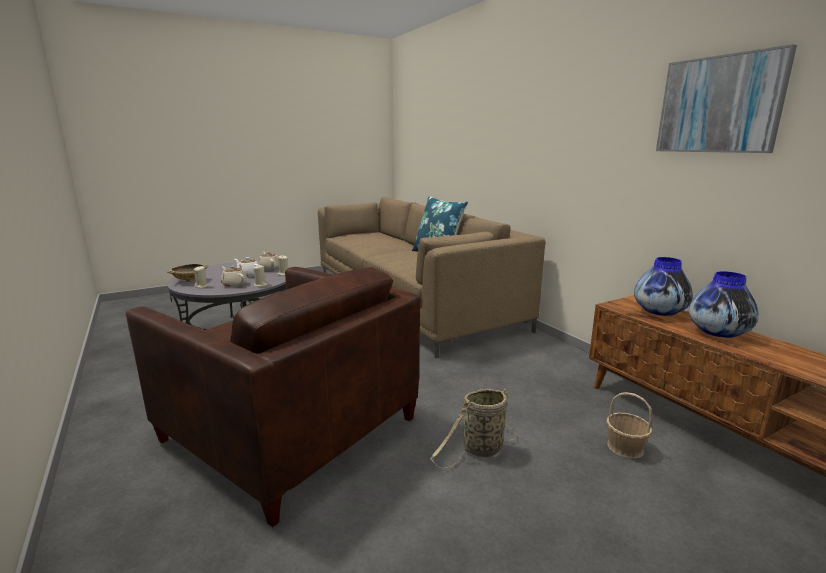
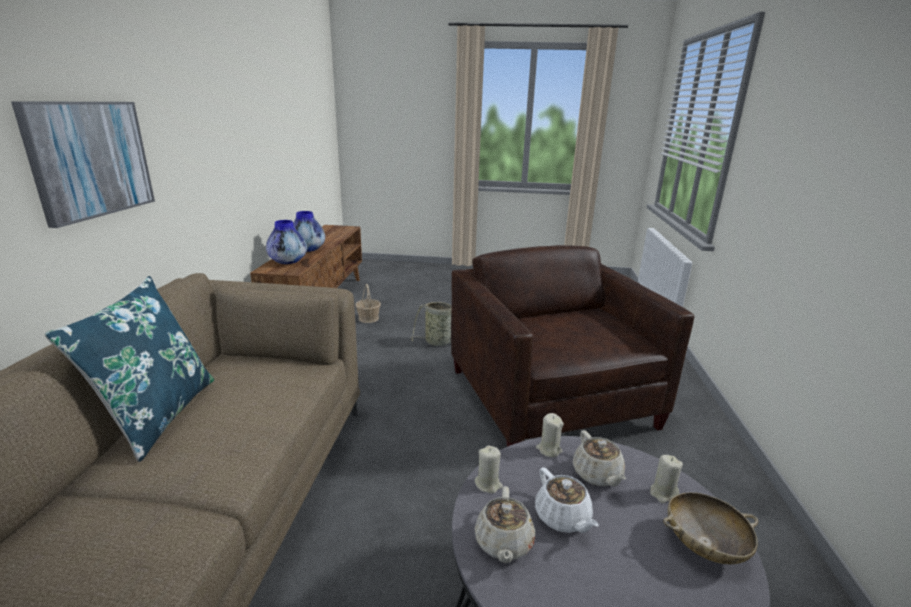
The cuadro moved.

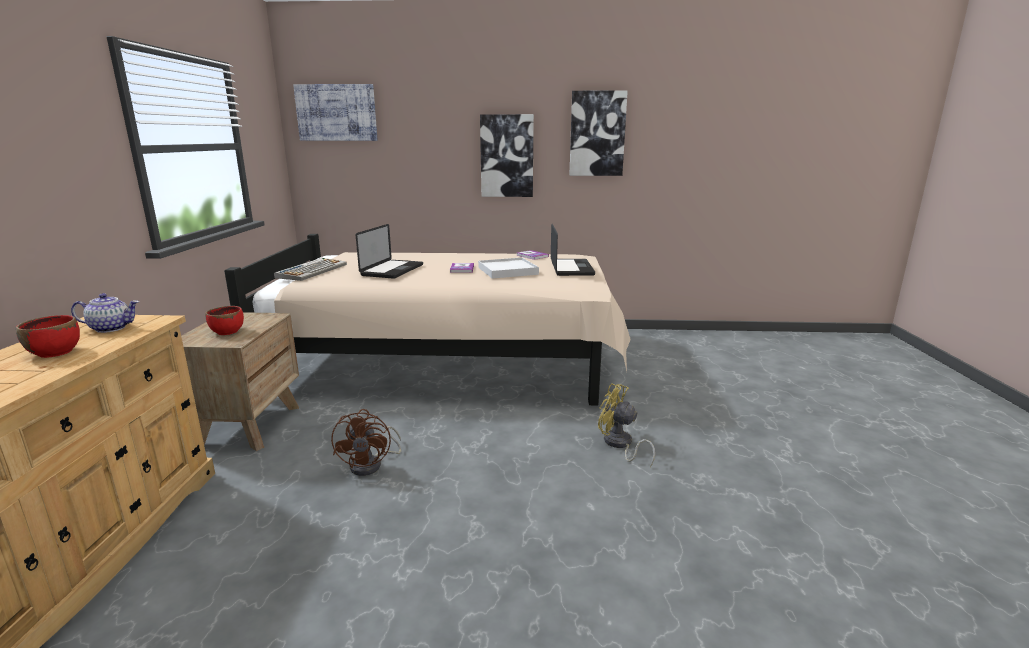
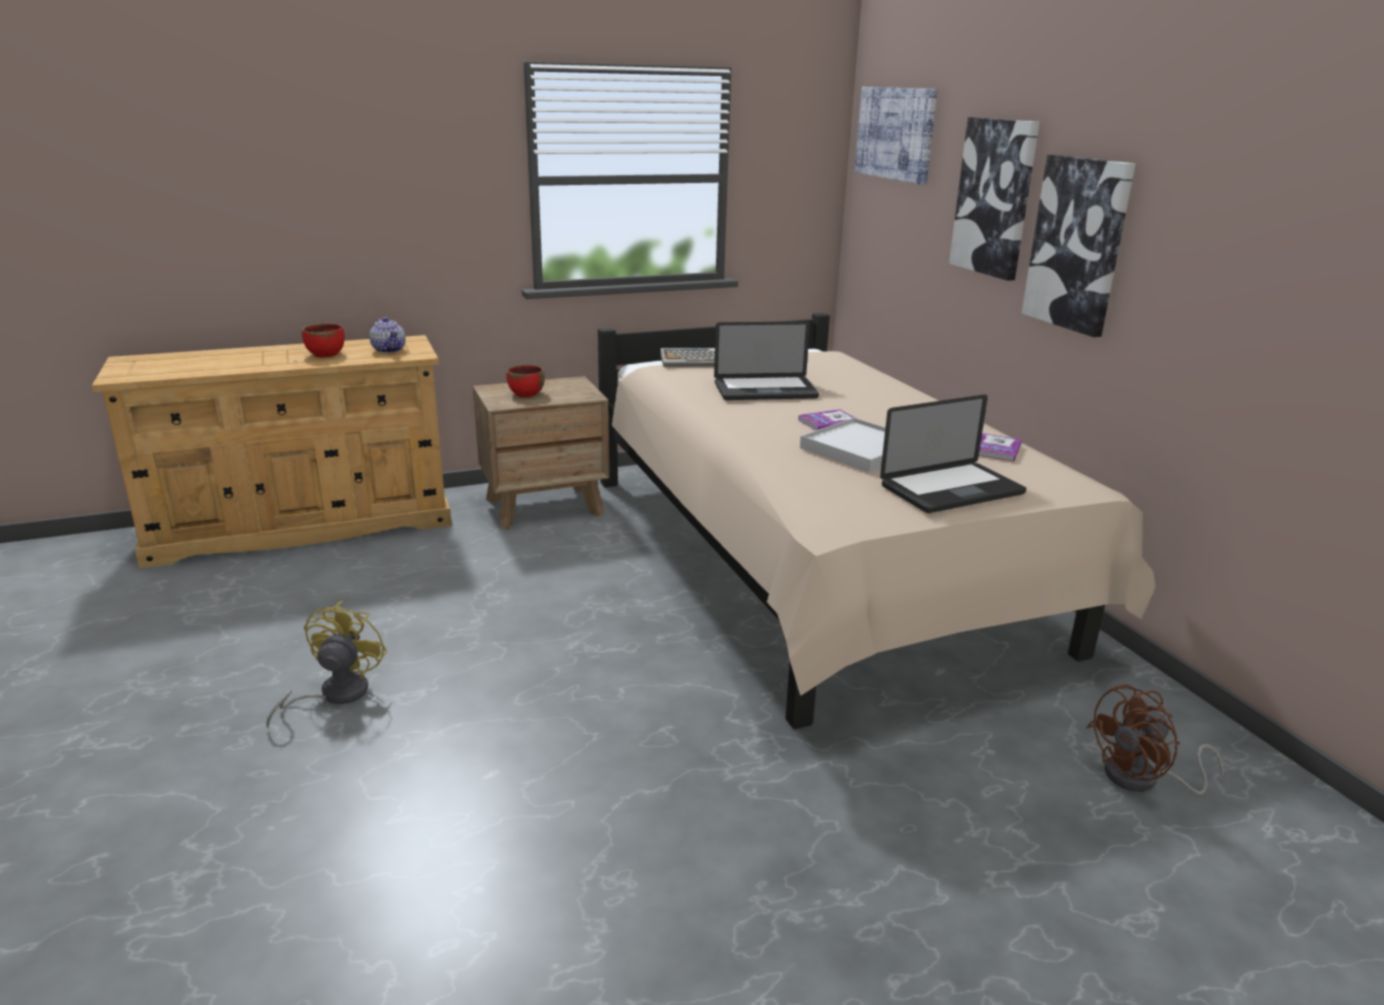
The ventilador [amarillo] moved.
The cuadro (3rd from left in the first image) moved.
The ventilador [marrón] moved.

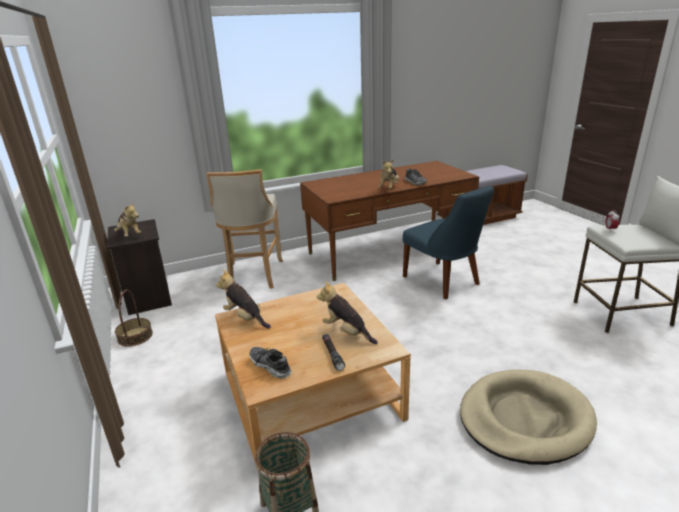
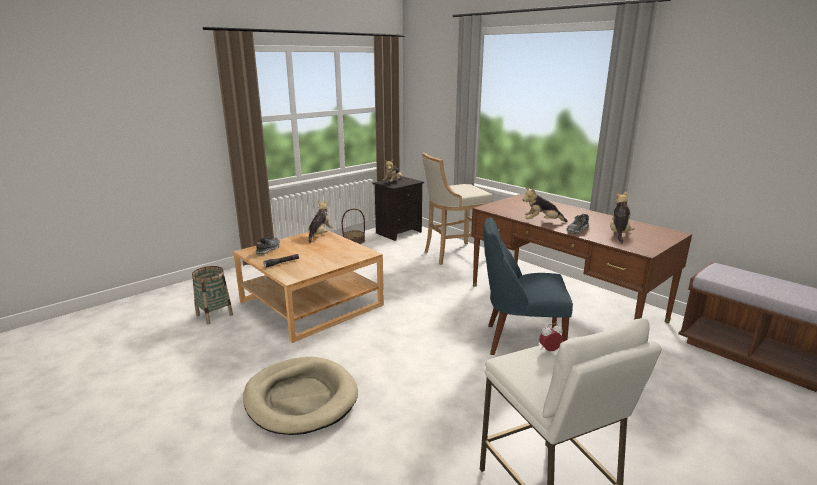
The silla [azul] turned 60 degrees clockwise.
The peluche (3rd from left in the first image) moved.

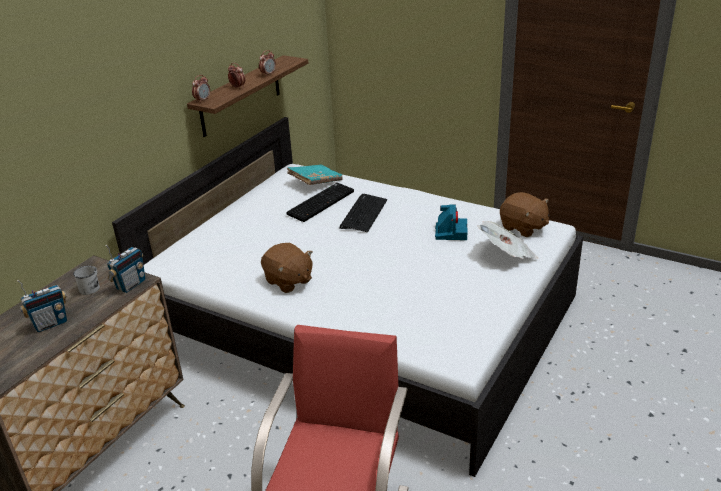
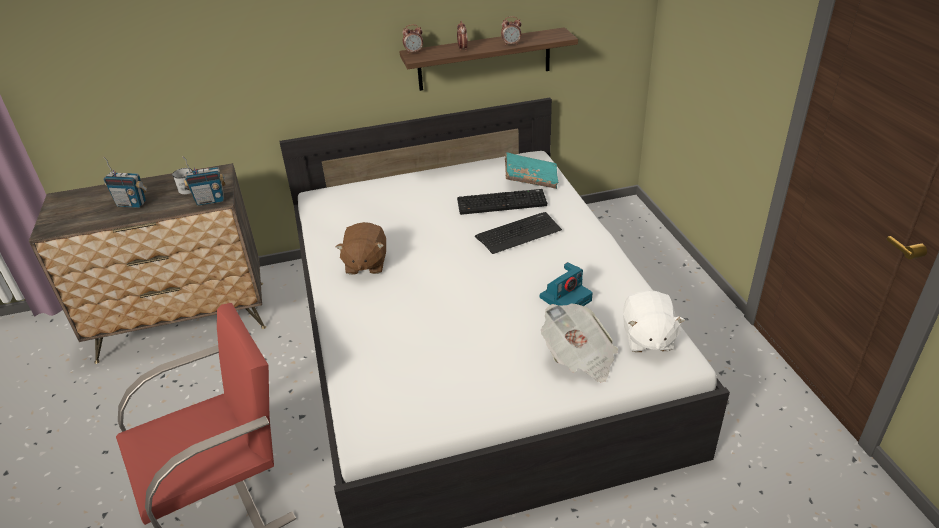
The peluche [marrón] (2nd from left) became the peluche [blanco].

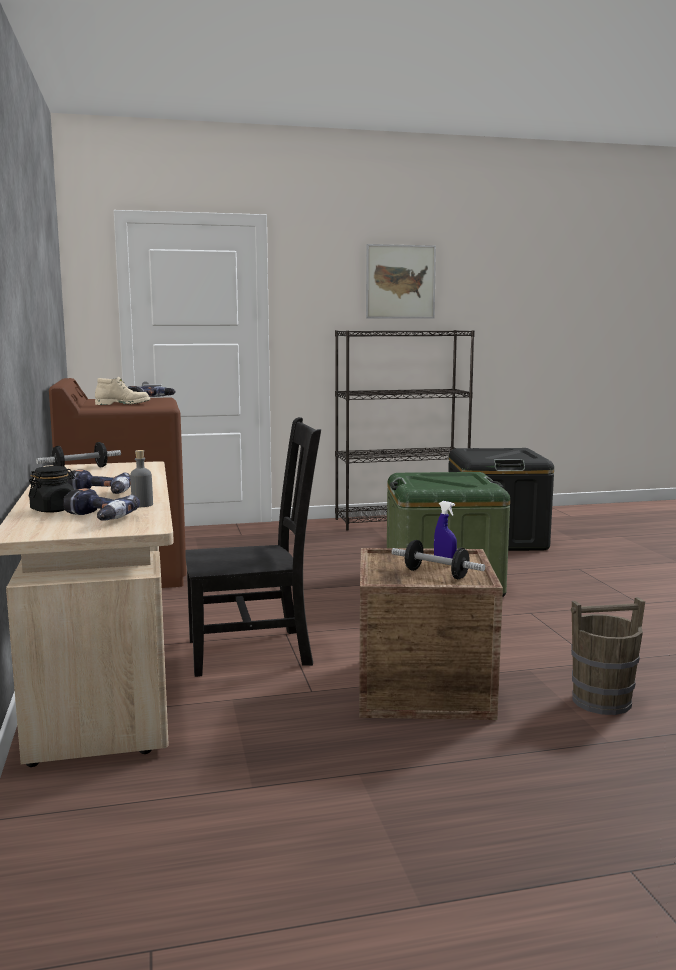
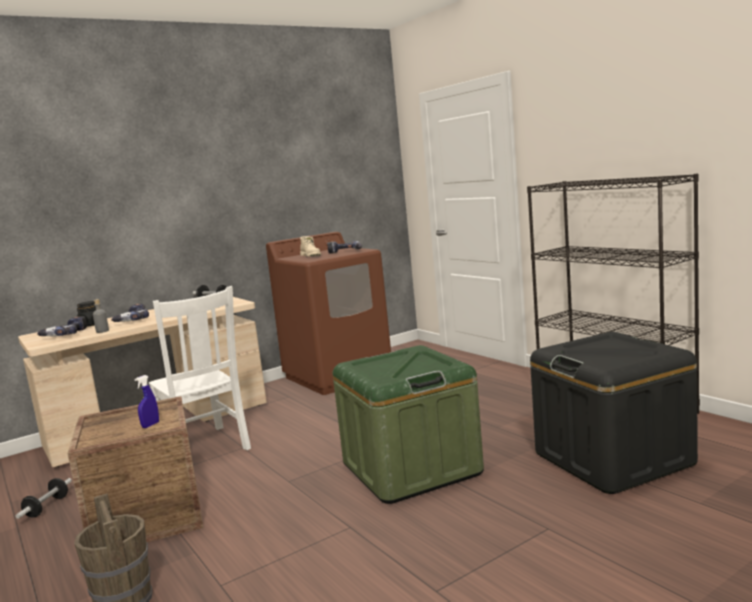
The mancuerna (2nd from left in the first image) moved.
The silla [negro] became the silla [blanco].
The cuadro disappeared.

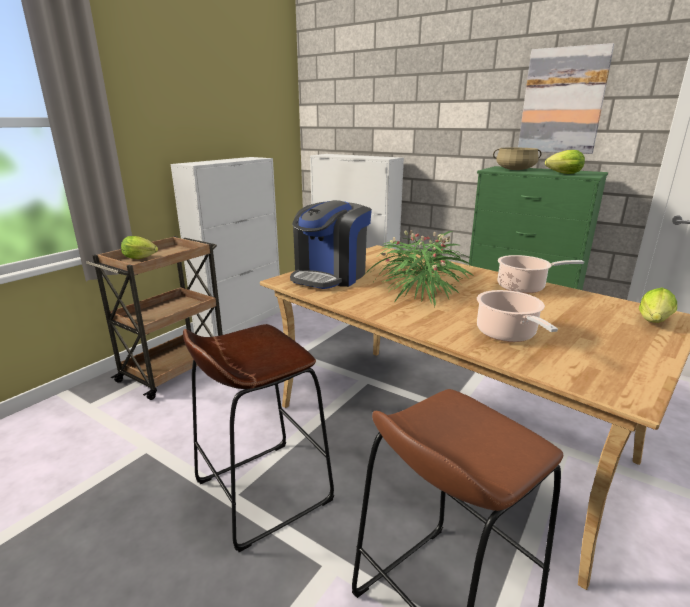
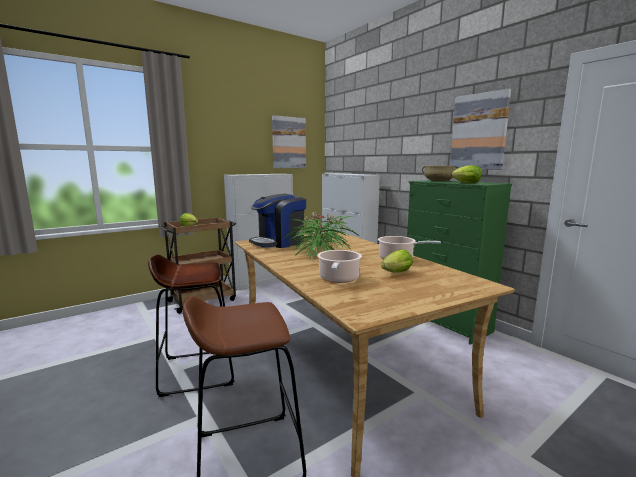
The cuadro (1st from left) appeared.
The lechuga (3rd from left in the first image) moved.

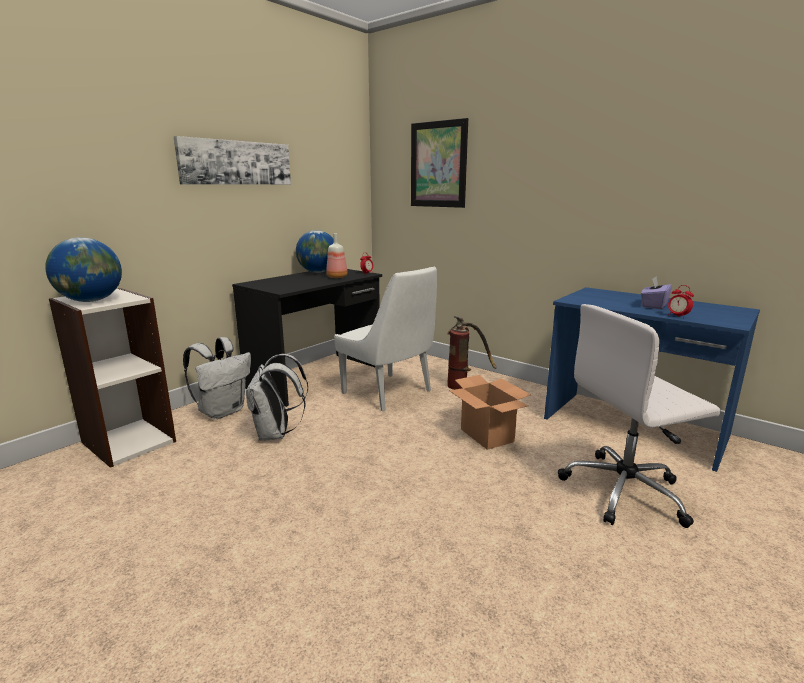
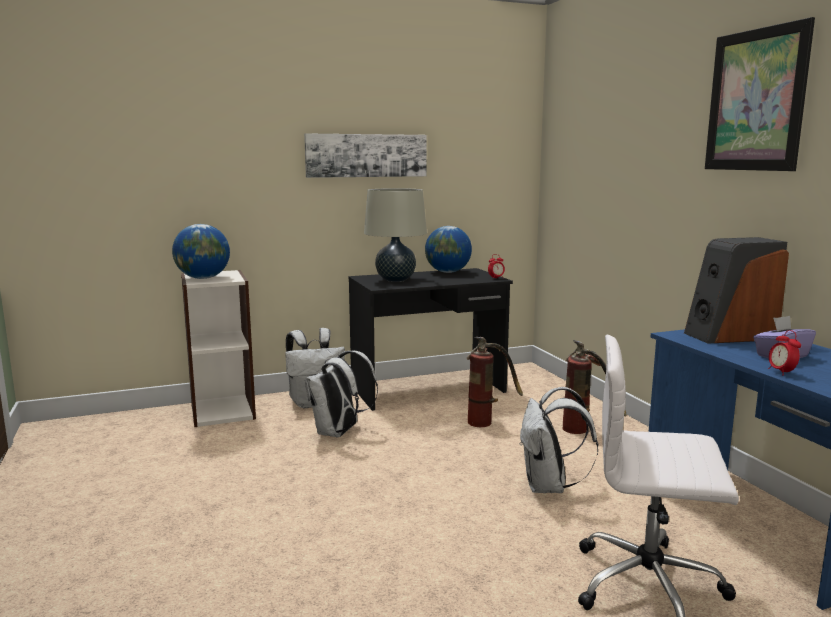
The lámpara de mesa [beis] appeared.
The silla [blanco] was replaced by the extintor (1st from left).
The caja de cartón was replaced by the mochila [blanco] (3rd from left).
The altavoz appeared.
The cuadro (2nd from left) moved.
The botella disappeared.

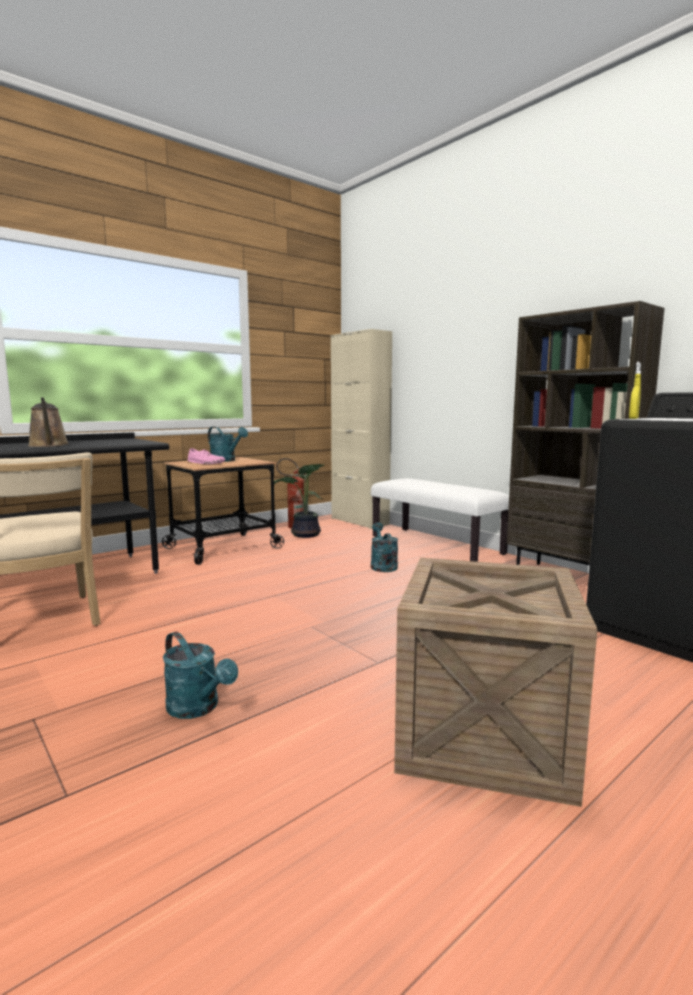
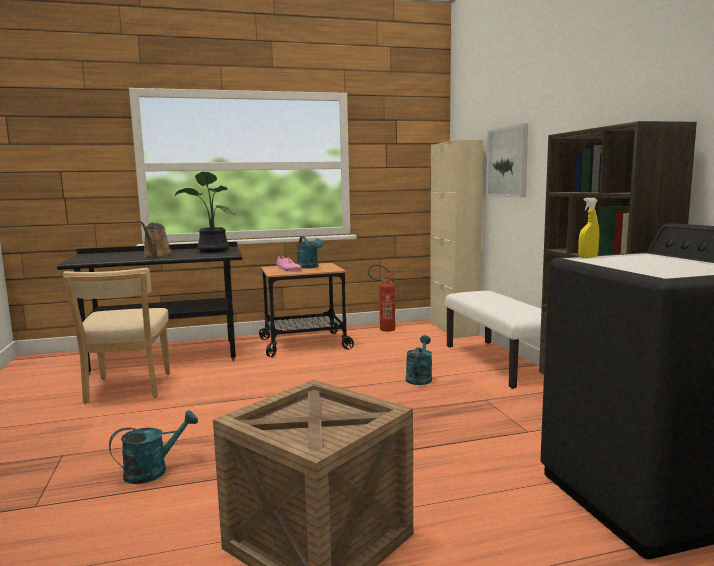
The regadera [turquesa] (1st from left) turned 105 degrees counterclockwise.
The planta en maceta moved.
The cuadro appeared.

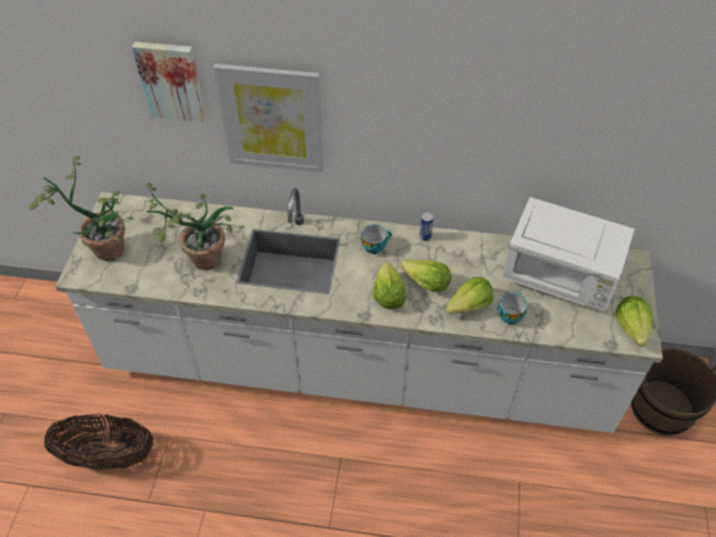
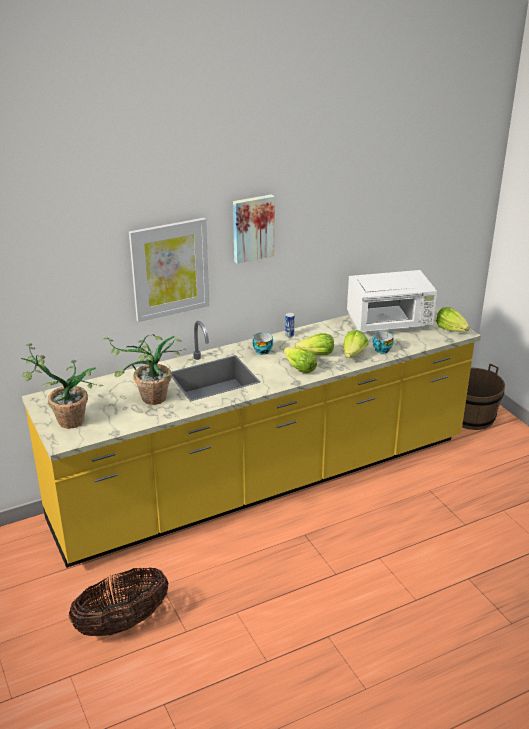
The mueble bajo de cocina [blanco] became the mueble bajo de cocina [amarillo].
The cuadro (1st from left in the first image) moved.

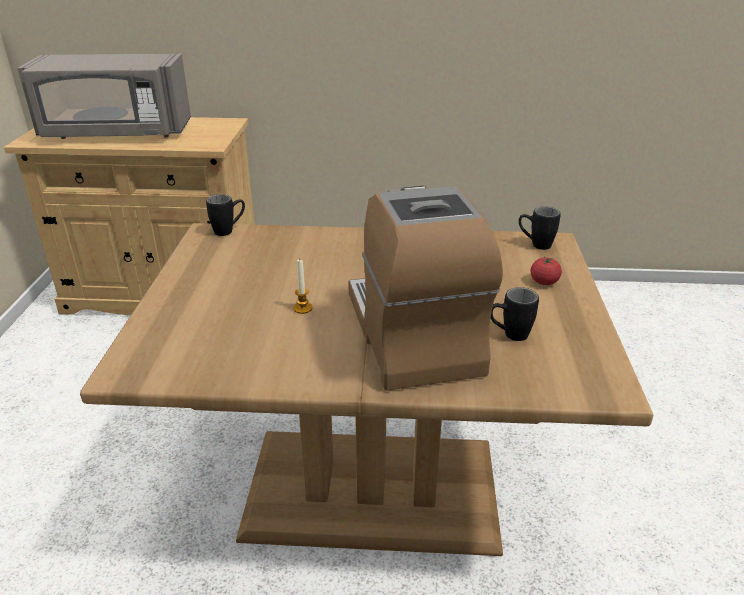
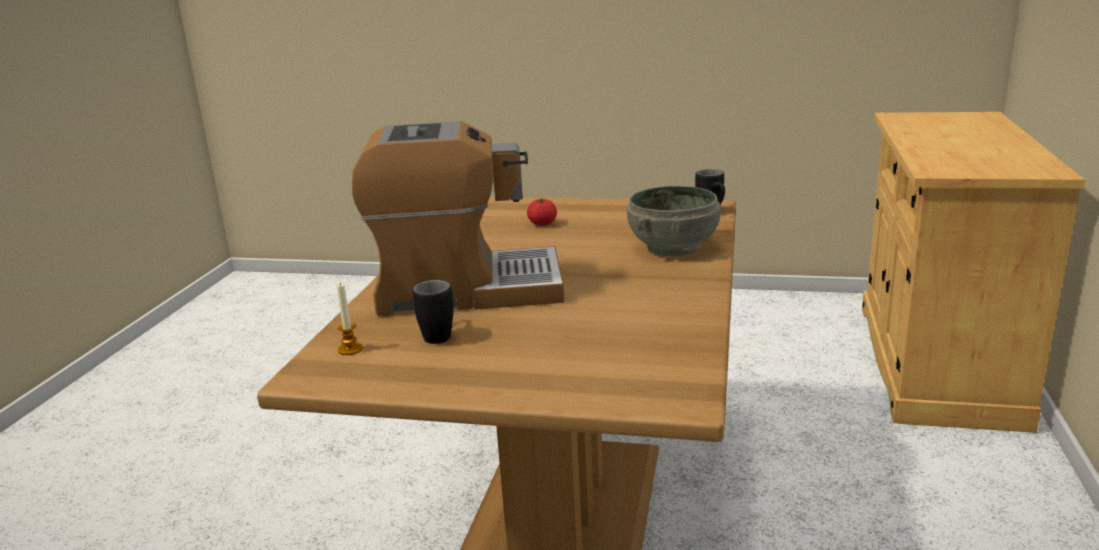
The vela moved.
The tomate moved.
The cuenco [gris] appeared.
The microondas [gris] disappeared.
The taza grande [negro] (3rd from left) disappeared.

